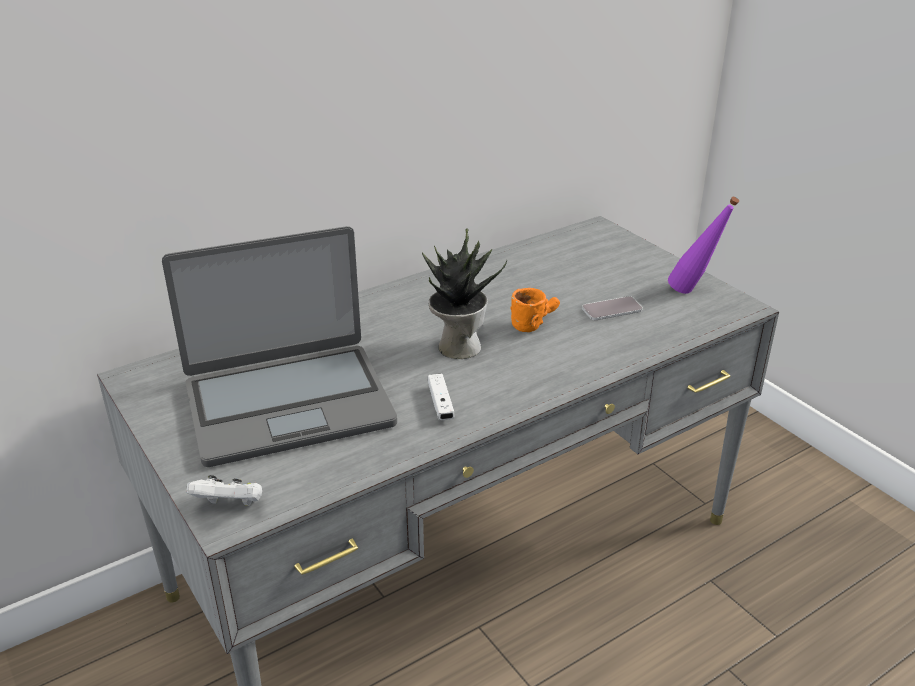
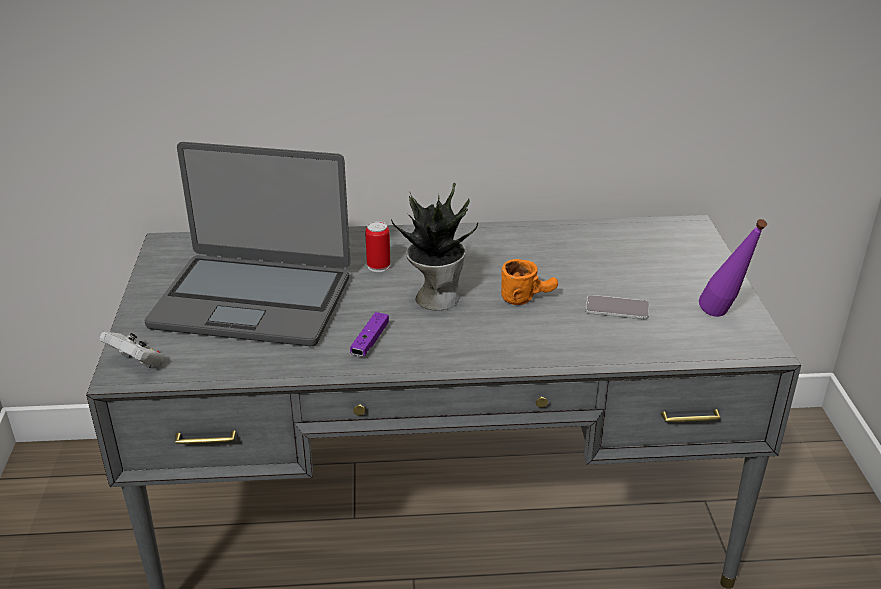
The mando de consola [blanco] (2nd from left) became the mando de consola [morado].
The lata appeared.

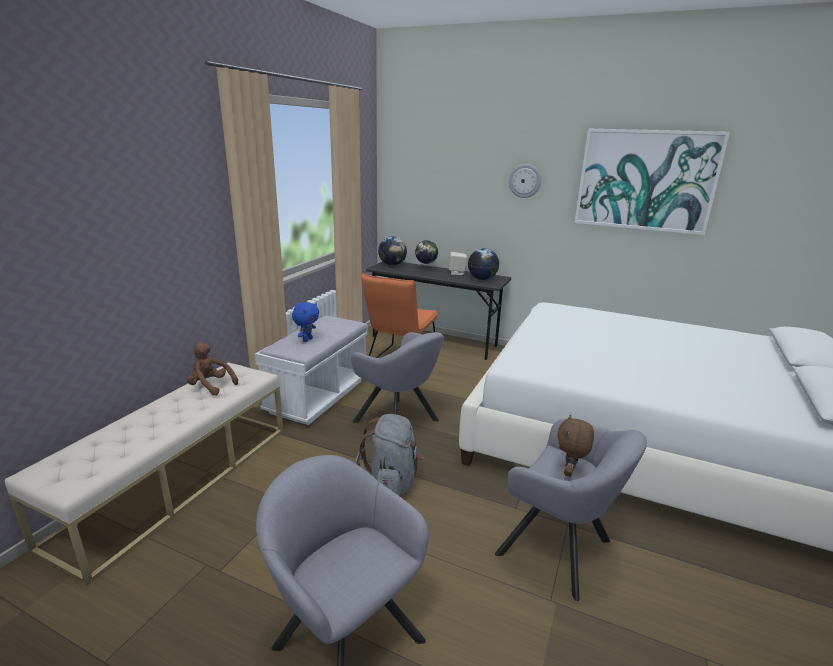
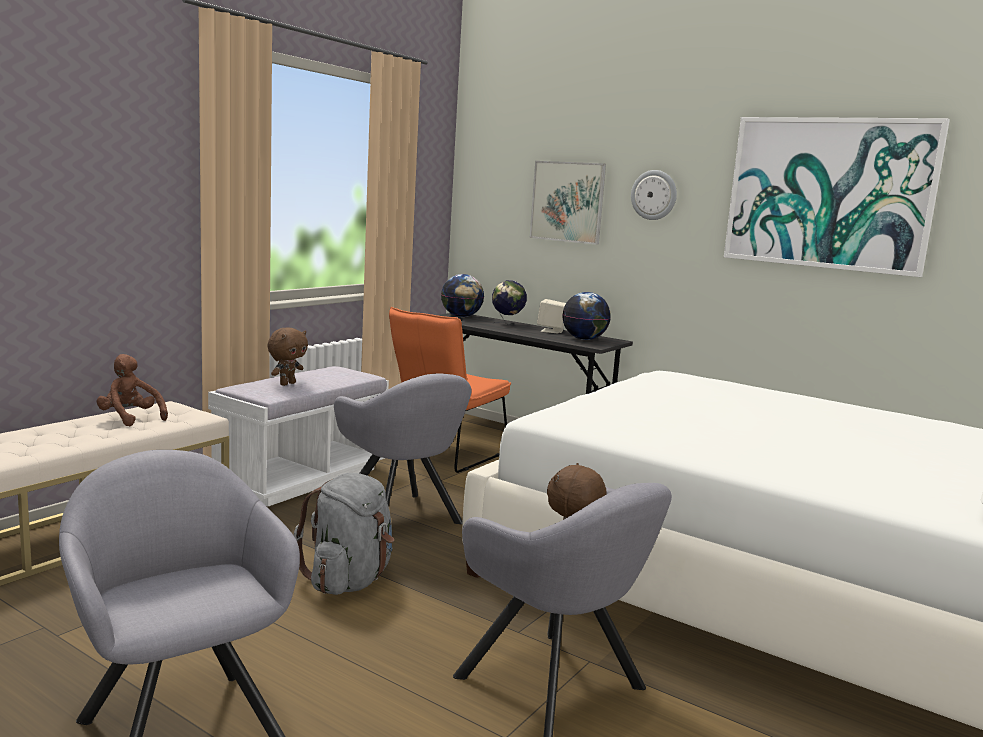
The peluche [azul] became the peluche [marrón] (2nd from left).
The cuadro (1st from left) appeared.

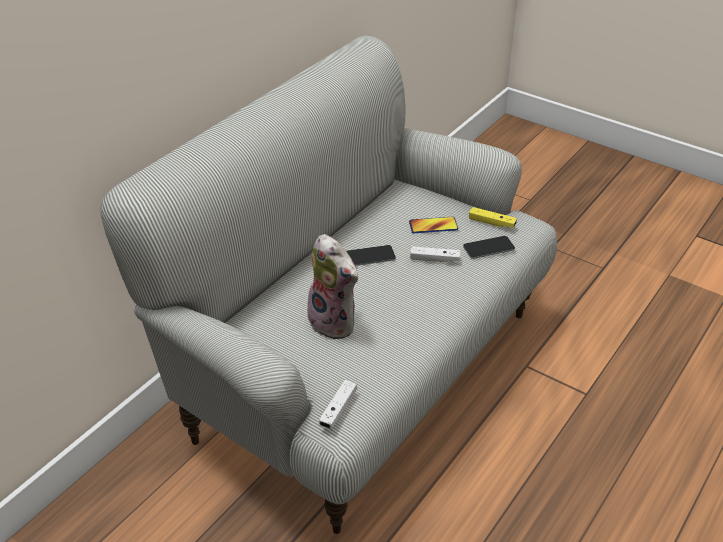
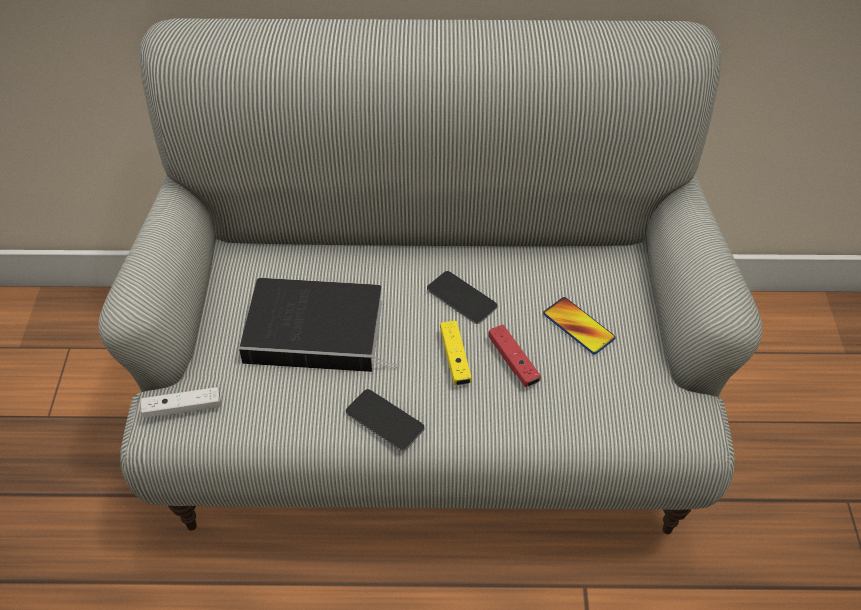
The peluche was replaced by the libro.
The móvil (3rd from left in the first image) moved.
The mando de consola [amarillo] moved.
The mando de consola [blanco] (2nd from left) became the mando de consola [rojo].

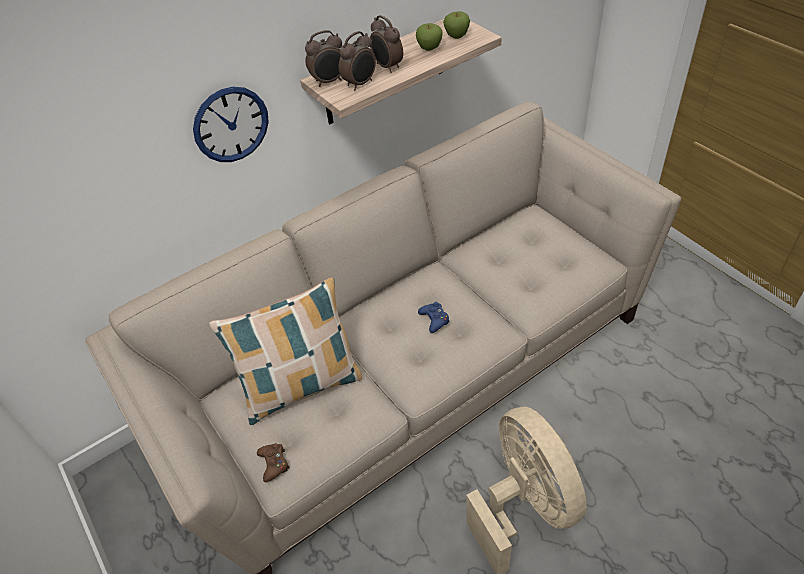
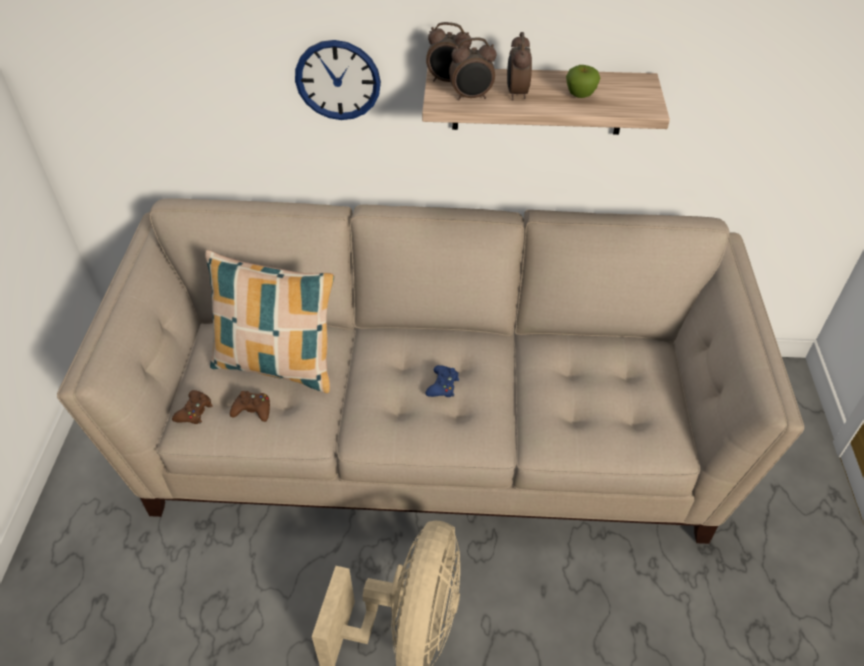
The mando de consola [marrón] (2nd from left) appeared.
The manzana (2nd from left) disappeared.

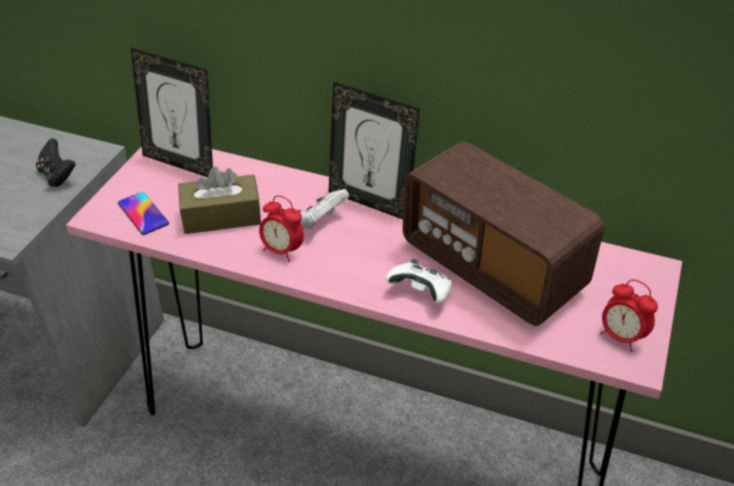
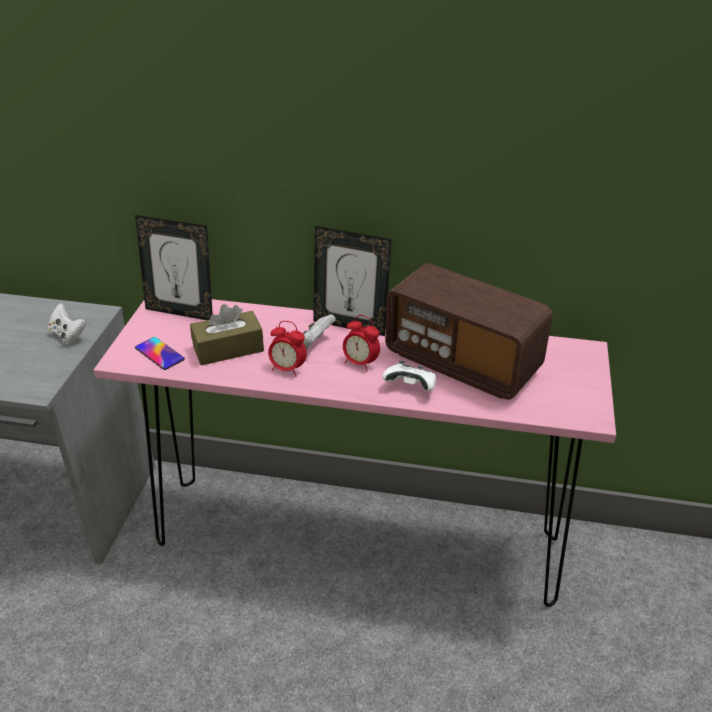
The mando de consola [negro] became the mando de consola [blanco] (1st from left).
The despertador (2nd from left) moved.

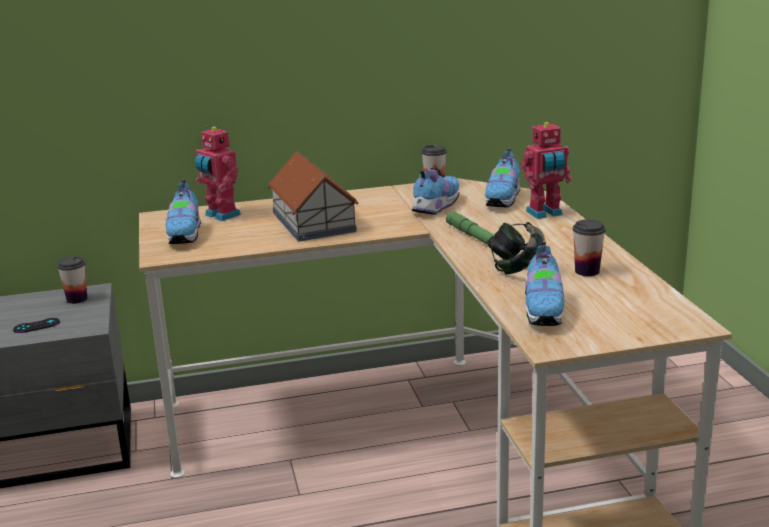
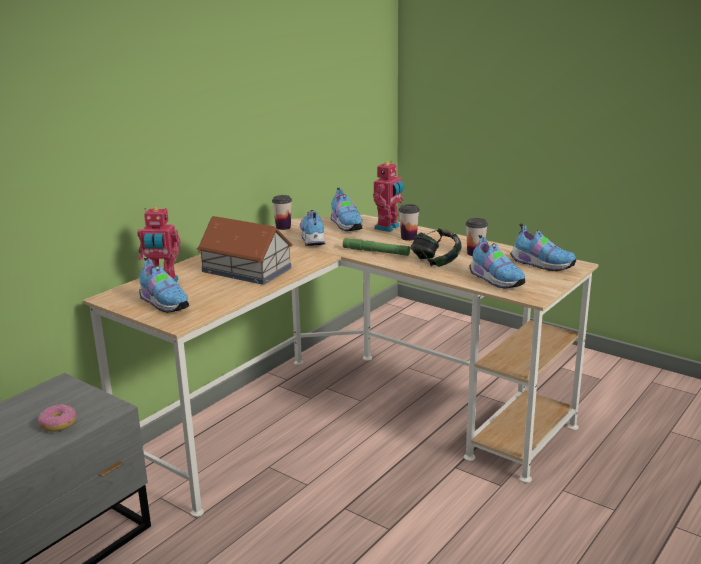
The mando de consola [negro] was replaced by the rosquilla.
The taza (1st from left in the first image) moved.
The zapato (5th from left) appeared.

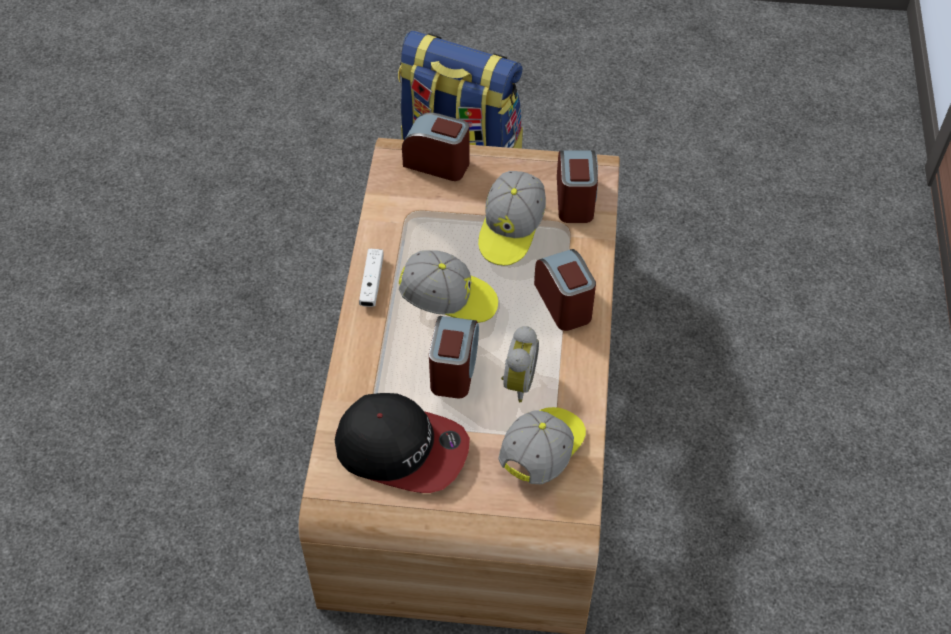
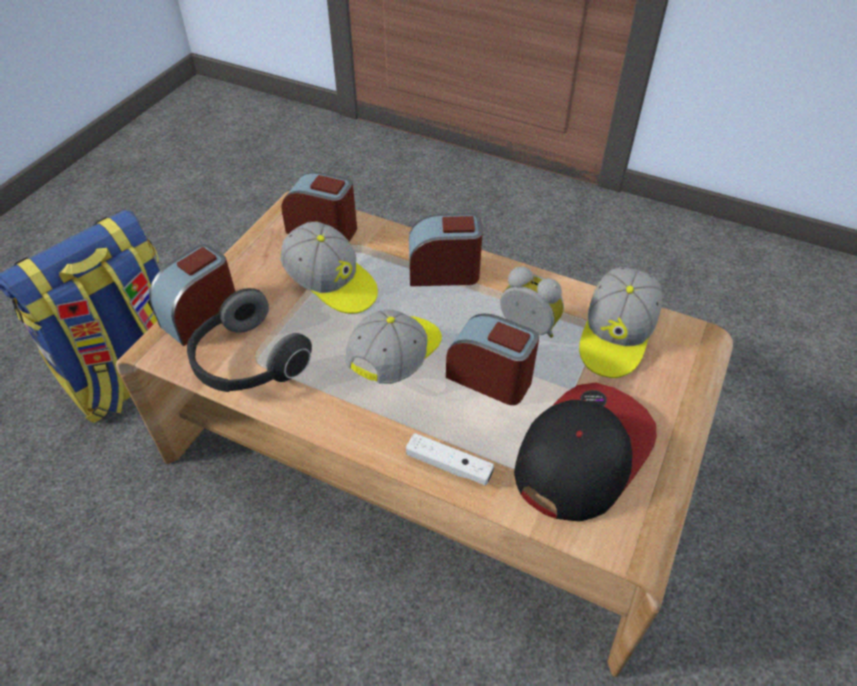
The auriculares appeared.
The mando de consola [blanco] moved.
The gorra (4th from left) turned 120 degrees counterclockwise.

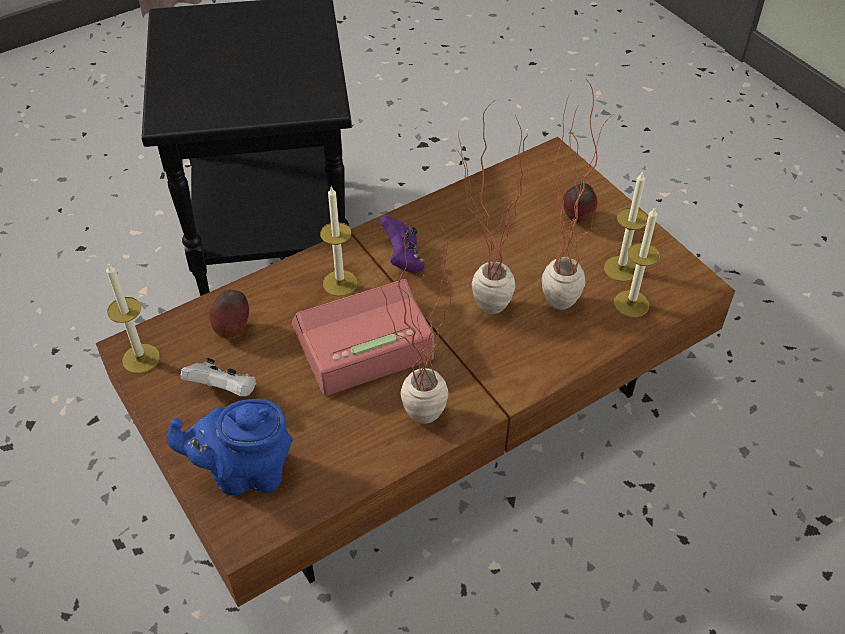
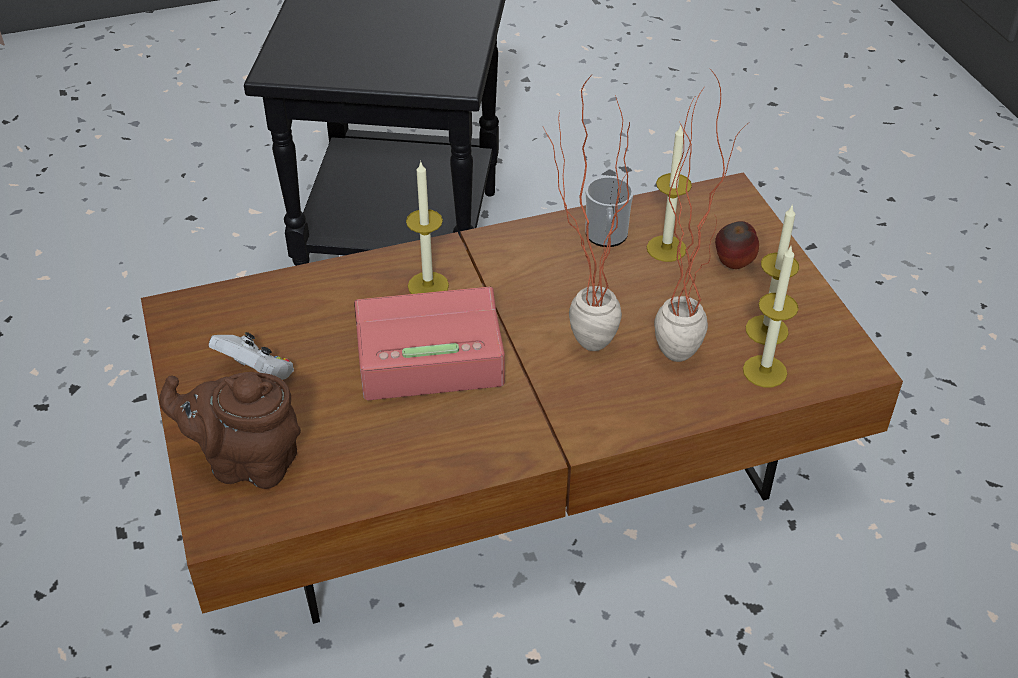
The tetera [azul] became the tetera [marrón].
The taza grande appeared.
The vela (1st from left in the first image) moved.
The manzana (1st from left) disappeared.
The planta en maceta (1st from left) disappeared.
The mando de consola [morado] disappeared.

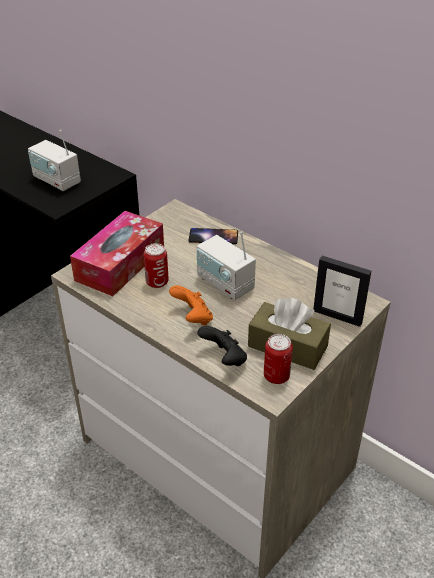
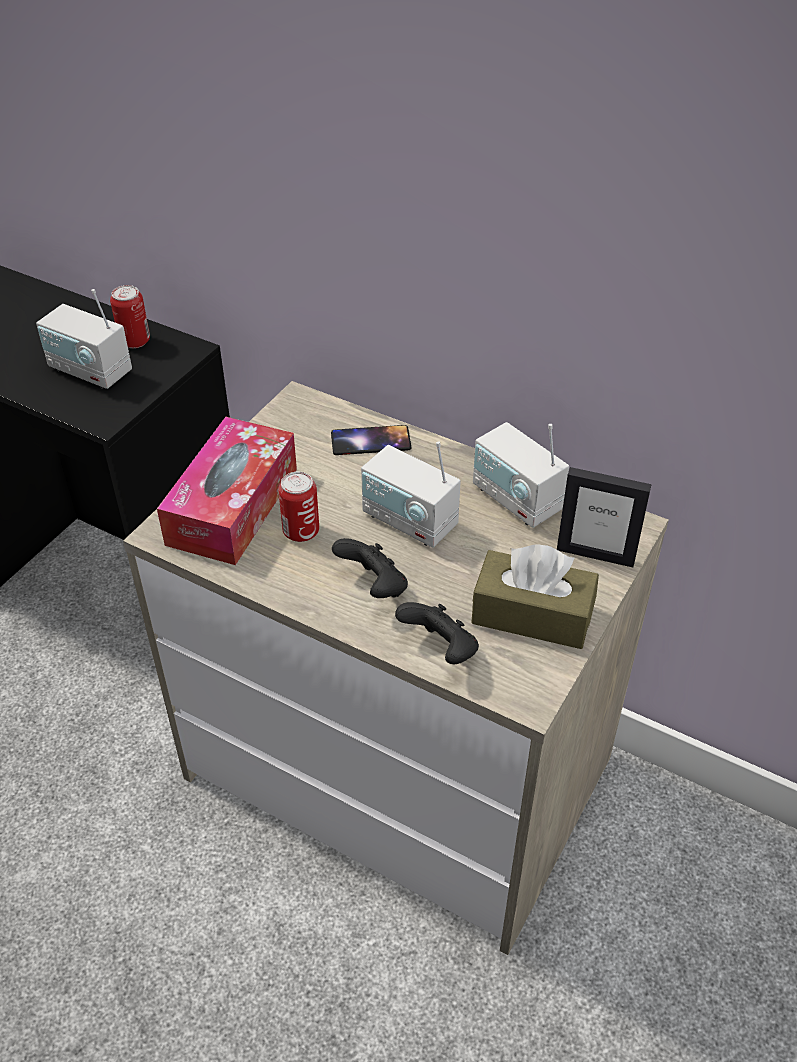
The lata (2nd from left in the first image) moved.
The mando de consola [naranja] became the mando de consola [negro] (1st from left).
The radio (3rd from left) appeared.

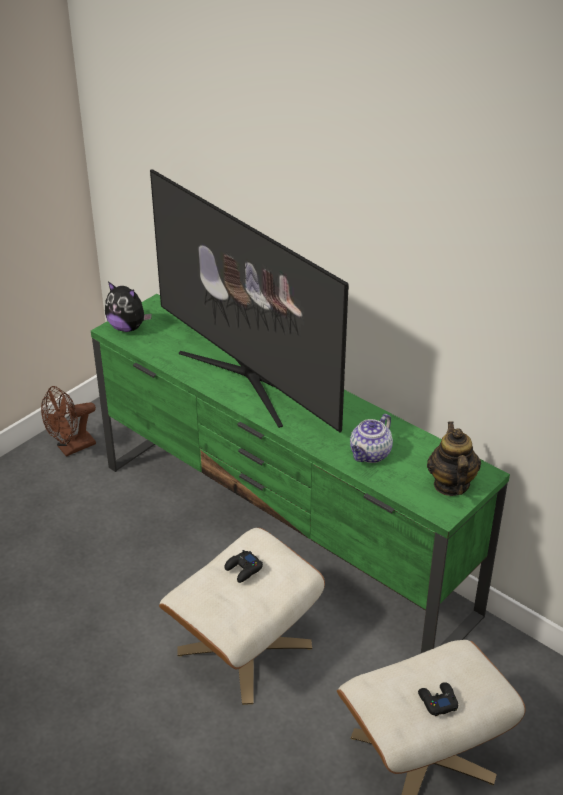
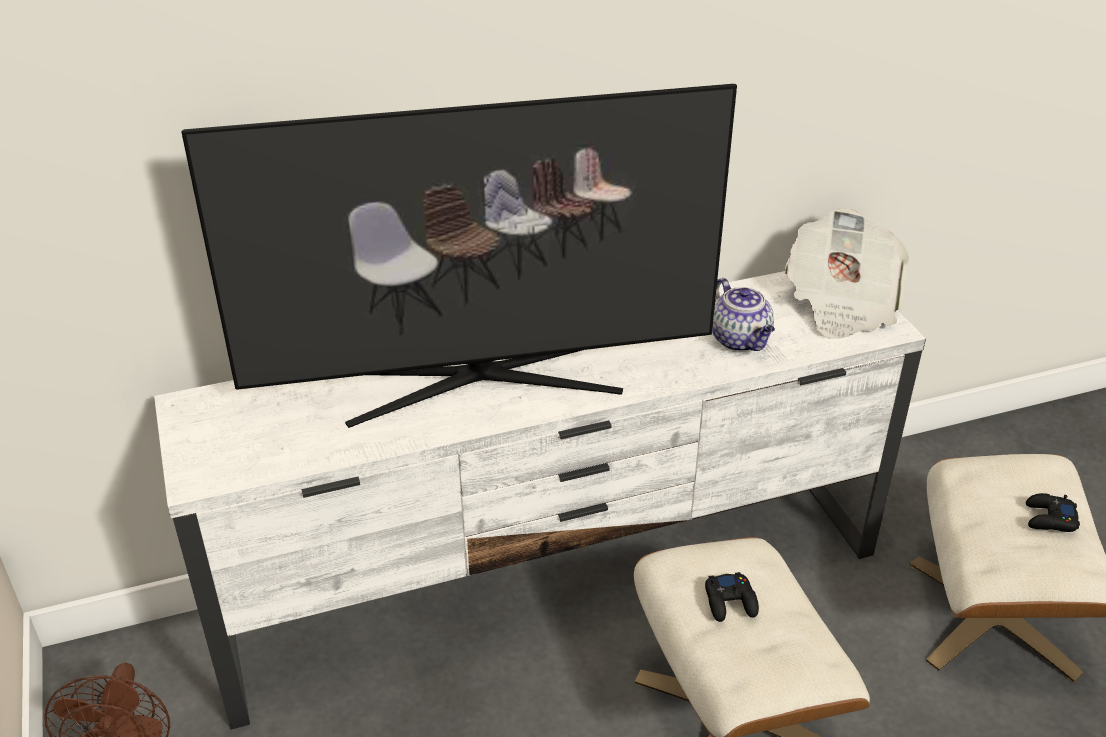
The mueble de televisión [verde] became the mueble de televisión [blanco].
The tetera (2nd from left) was replaced by the periódico.
The peluche disappeared.

